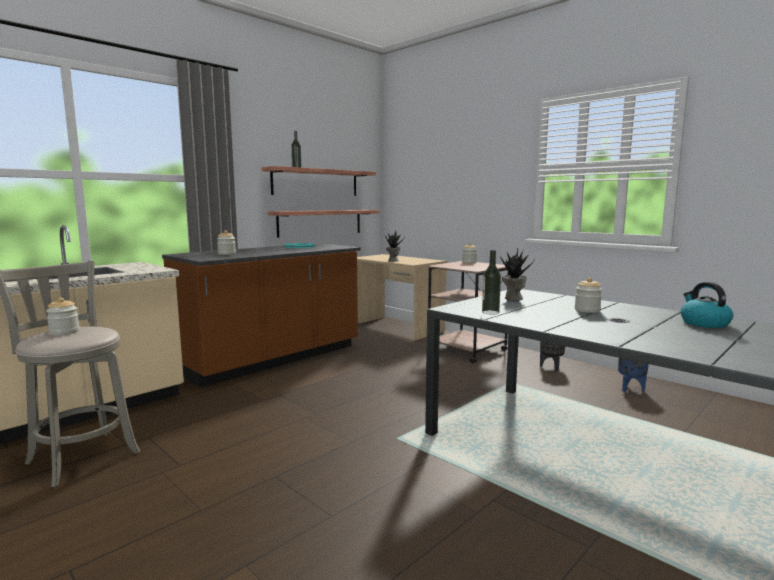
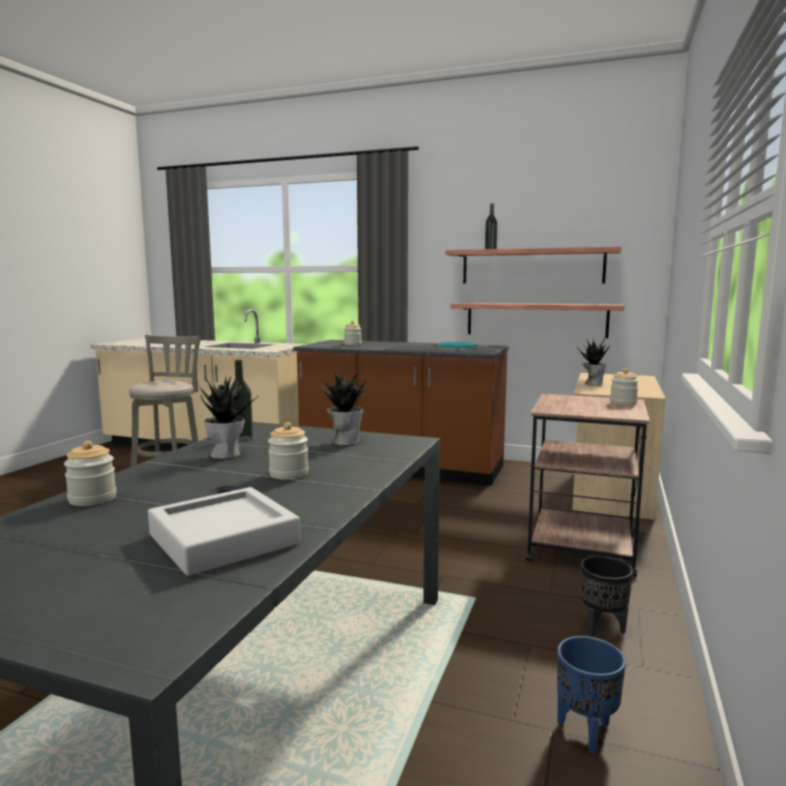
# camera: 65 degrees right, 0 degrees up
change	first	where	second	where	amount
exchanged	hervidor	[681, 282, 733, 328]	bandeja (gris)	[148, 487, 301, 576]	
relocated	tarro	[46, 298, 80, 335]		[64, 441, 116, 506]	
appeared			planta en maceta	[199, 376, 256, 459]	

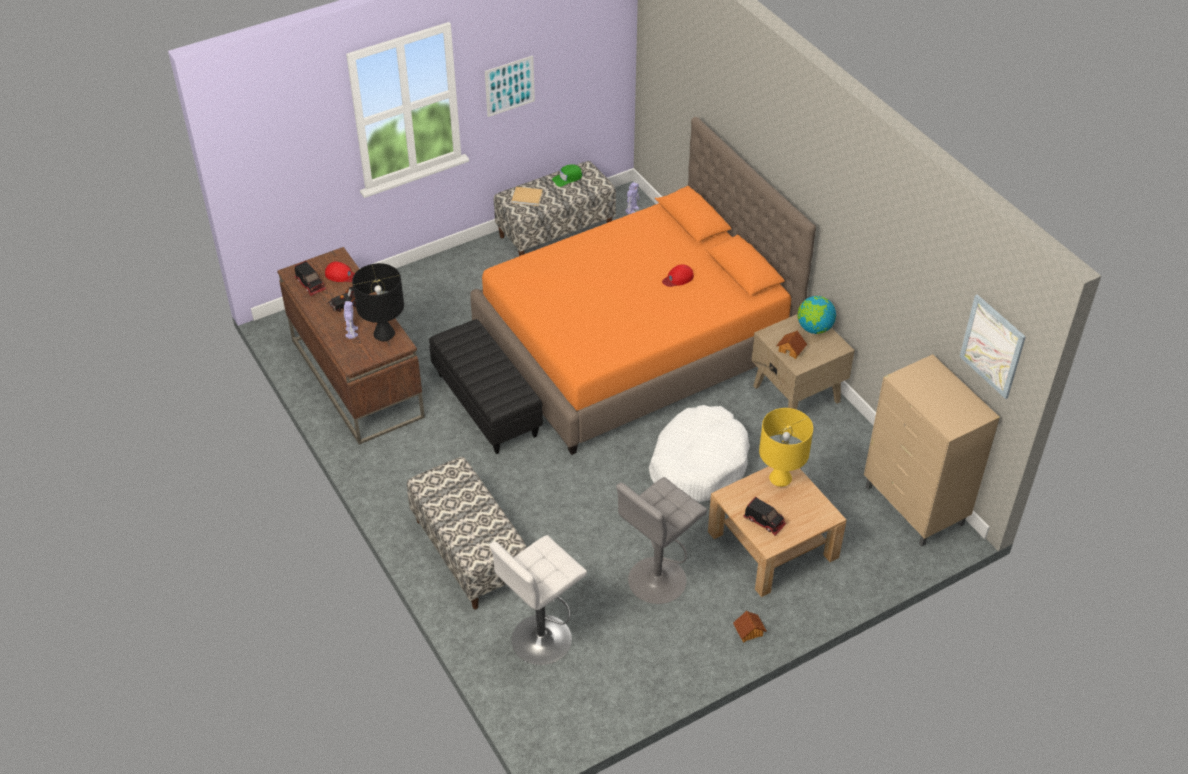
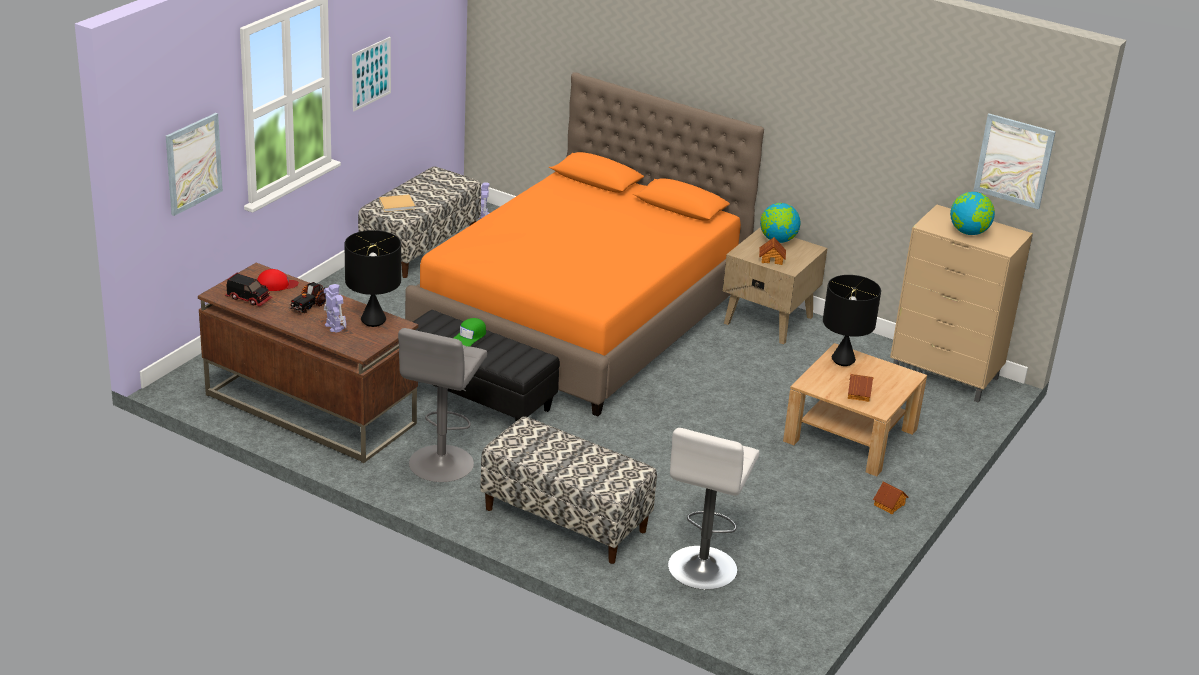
# camera: 30 degrees left, 15 degrees down
change	first	where	second	where	amount
relocated	gorra (verde)	[552, 164, 582, 187]		[454, 318, 486, 347]	
missing	gorra (rojo)	[662, 264, 694, 287]			
missing	cama para perro (blanco)	[649, 405, 750, 502]			
colour	lámpara de mesa (amarillo)	[759, 408, 813, 487]	lámpara de mesa (negro)	[823, 275, 881, 366]	
relocated	taburete (gris)	[616, 477, 707, 604]		[398, 328, 487, 482]	
exchanged	camión de juguete	[743, 497, 787, 536]	casita	[848, 374, 874, 402]	
appeared			cuadro	[166, 113, 223, 216]	
appeared			globo terráqueo	[950, 192, 995, 235]	

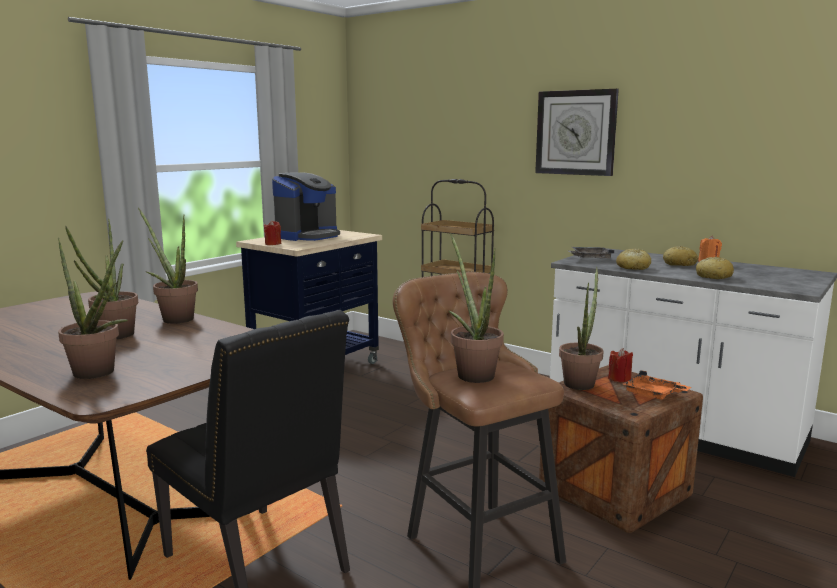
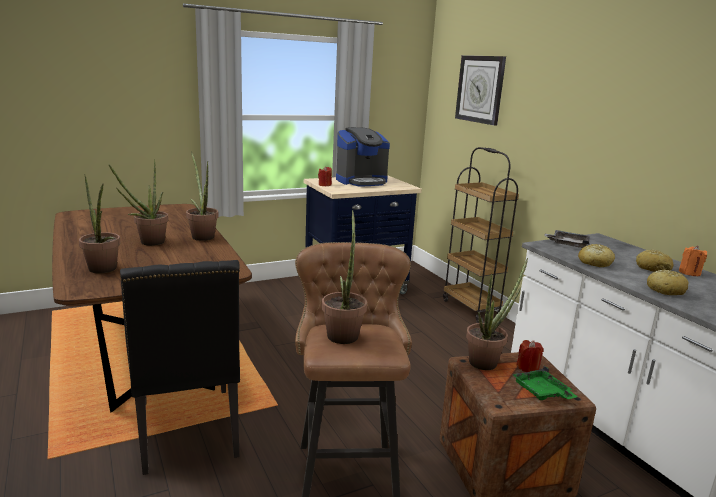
# camera: 25 degrees right, 5 degrees up
change	first	where	second	where	amount
relocated	reloj de pared	[535, 89, 619, 176]		[455, 55, 506, 126]	
colour	bandeja (naranja)	[623, 370, 691, 400]	bandeja (verde)	[512, 366, 578, 400]	

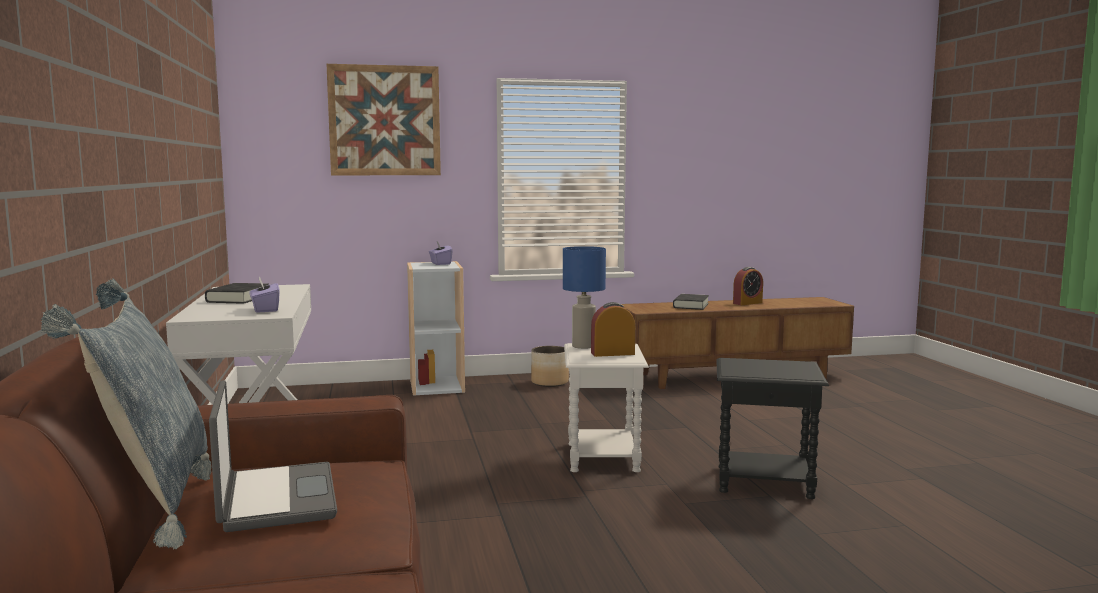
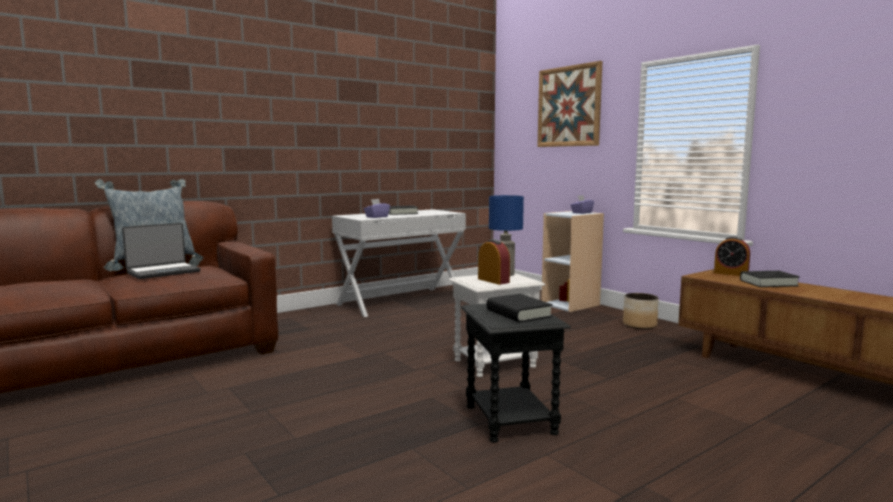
# camera: 65 degrees right, 0 degrees up
change	first	where	second	where	amount
relocated	despertador	[733, 267, 763, 305]		[714, 236, 750, 276]	
appeared			libro (negro)	[487, 294, 553, 322]	

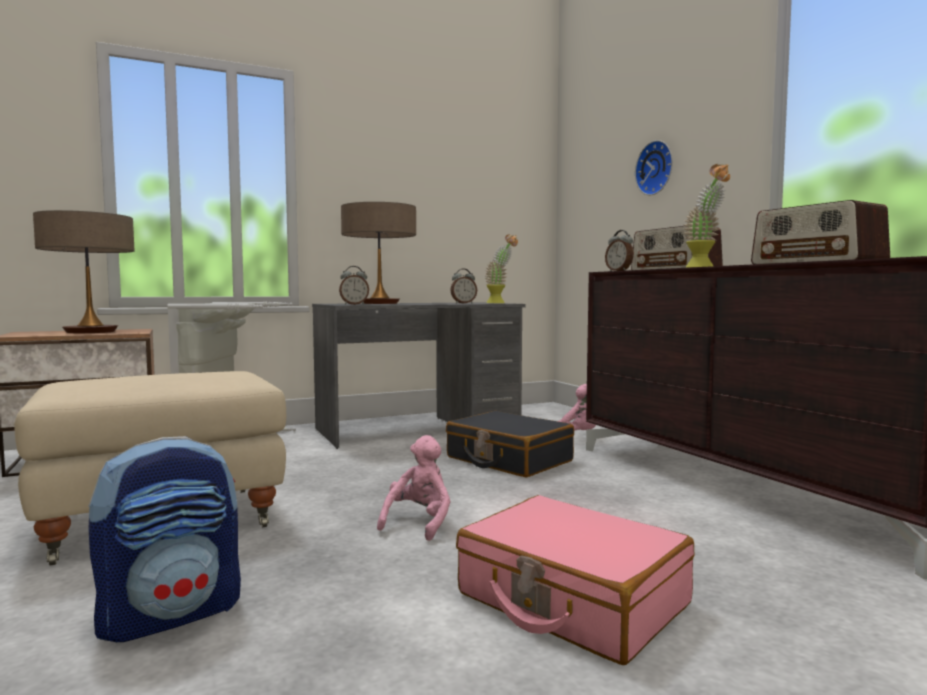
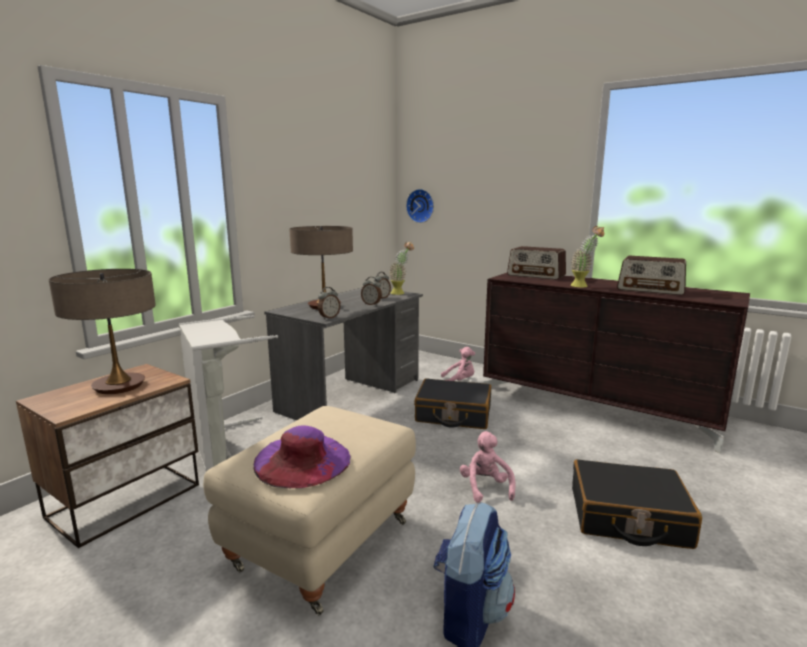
# camera: 30 degrees left, 10 degrees up
change	first	where	second	where	amount
relocated	reloj de pared	[635, 140, 673, 195]		[406, 189, 434, 223]	
relocated	despertador	[605, 230, 634, 271]		[361, 277, 382, 306]	
colour	maleta (rosa)	[456, 495, 694, 665]	maleta (negro)	[572, 459, 702, 549]	
appeared			sombrero (morado)	[253, 426, 351, 488]	

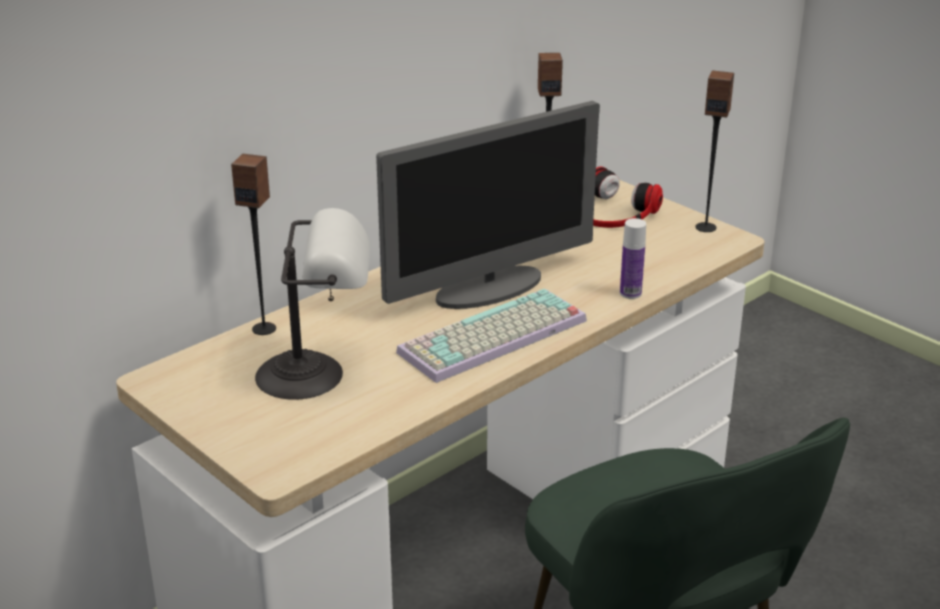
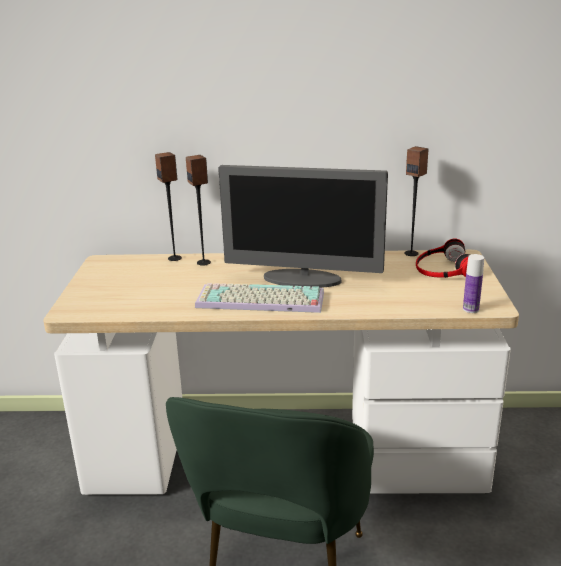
# camera: 45 degrees right, 5 degrees down
change	first	where	second	where	amount
relocated	altavoz	[695, 70, 734, 232]		[186, 155, 211, 266]	
missing	lámpara de mesa	[255, 208, 370, 400]			
relocated	botella	[620, 218, 646, 299]		[463, 254, 484, 313]	

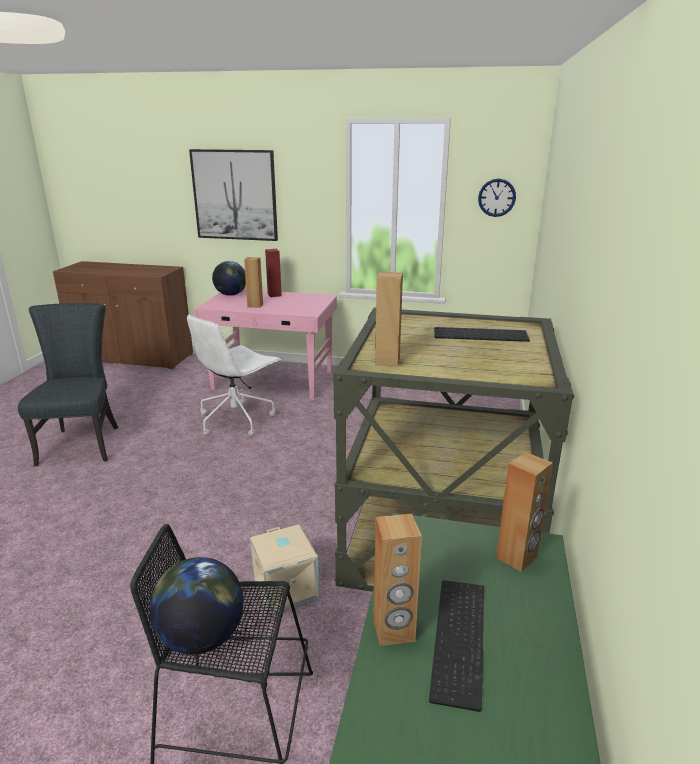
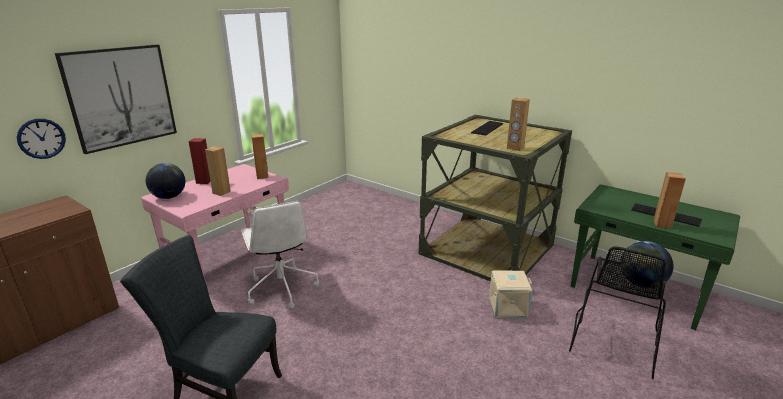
# camera: 65 degrees left, 0 degrees up
change	first	where	second	where	amount
relocated	reloj de pared	[478, 179, 516, 217]		[17, 118, 66, 159]	
relocated	altavoz (marrón)	[496, 452, 553, 572]		[251, 134, 268, 179]	

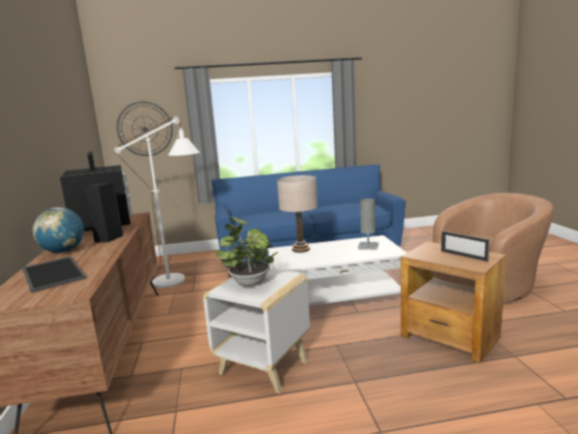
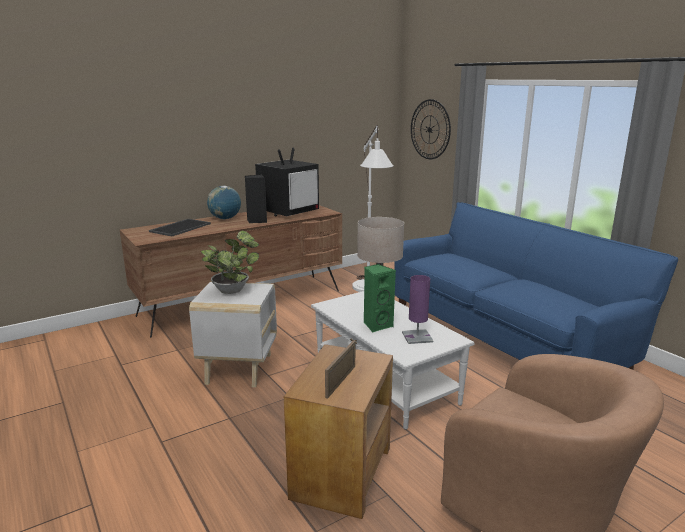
# camera: 65 degrees right, 5 degrees up
change	first	where	second	where	amount
colour	lámpara de mesa (gris)	[358, 198, 379, 250]	lámpara de mesa (morado)	[402, 275, 433, 344]	
appeared			altavoz (verde)	[364, 264, 396, 332]	

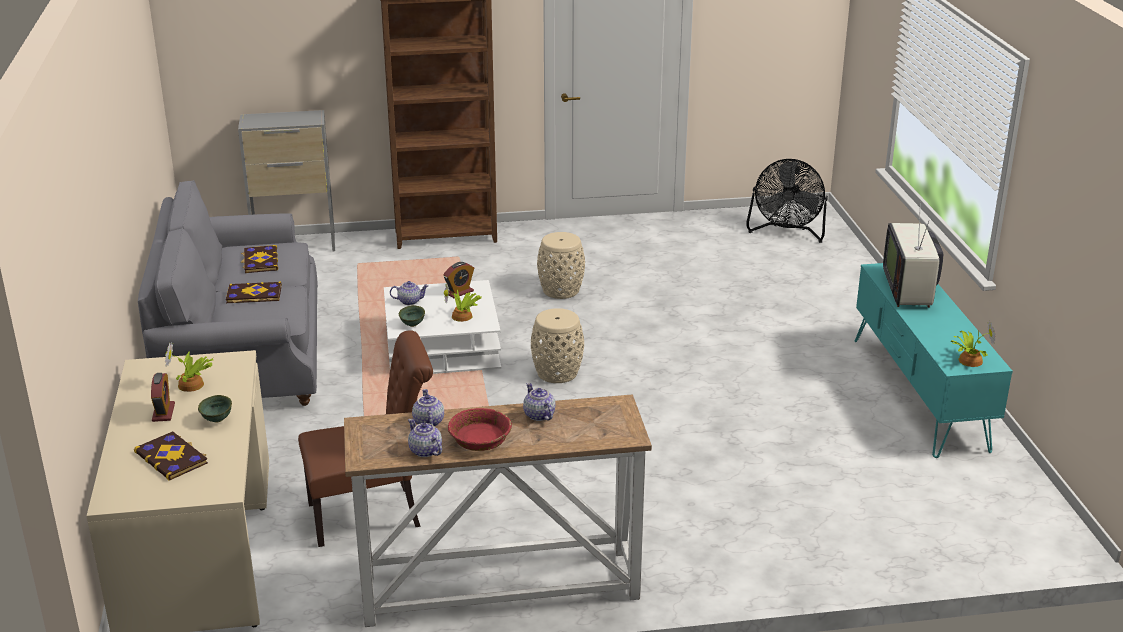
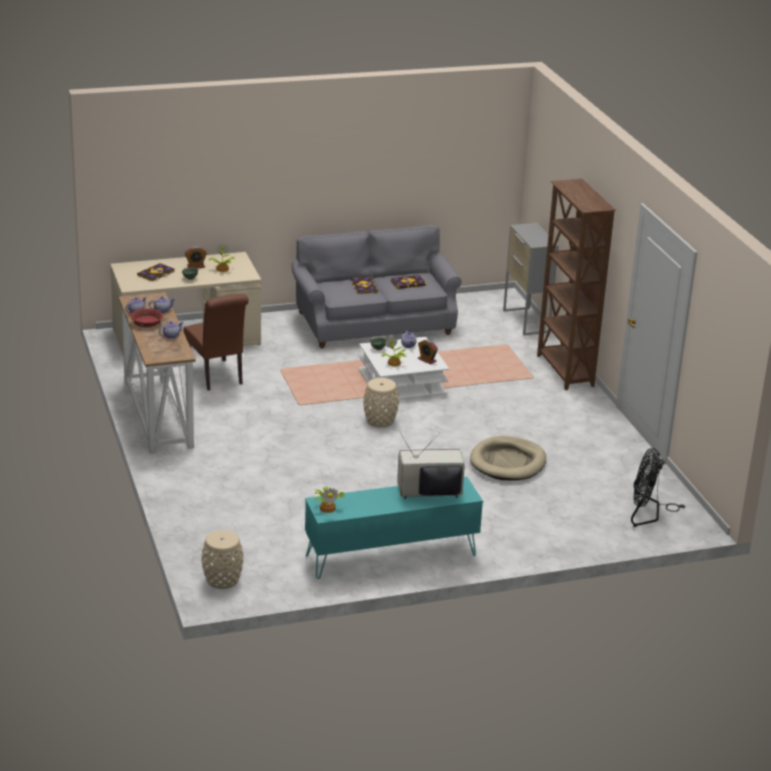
# camera: 80 degrees right, 0 degrees up
change	first	where	second	where	amount
relocated	taburete (beis)	[537, 232, 585, 299]		[201, 530, 243, 589]	
appeared			cama para perro (beis)	[470, 436, 546, 480]	

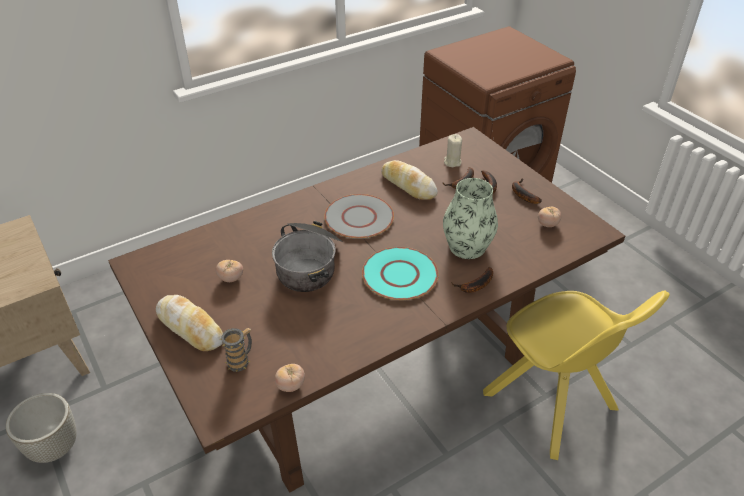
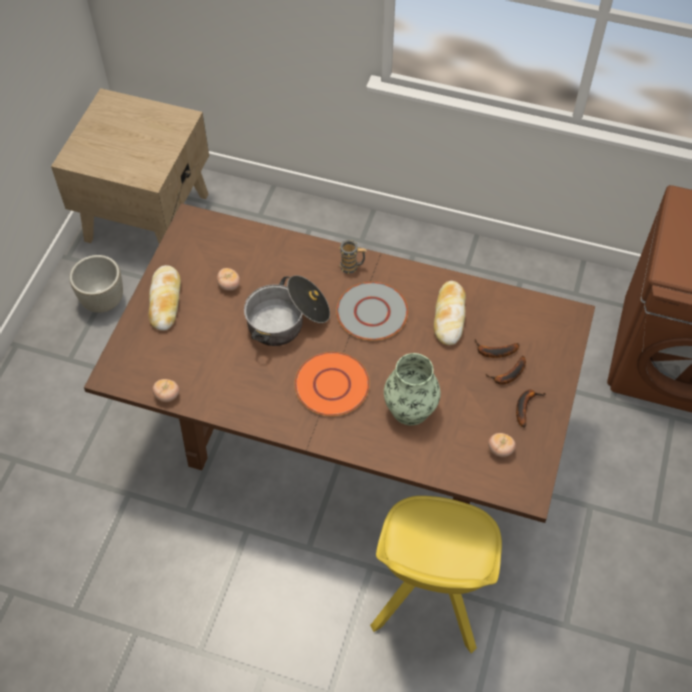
# camera: 50 degrees right, 15 degrees up
change	first	where	second	where	amount
missing	vela (beis)	[444, 134, 462, 167]			
colour	plato (turquesa)	[362, 247, 438, 300]	plato (naranja)	[295, 352, 370, 416]	
missing	plátano	[451, 267, 493, 293]			
relocated	taza grande	[220, 328, 252, 372]		[339, 240, 367, 274]	

